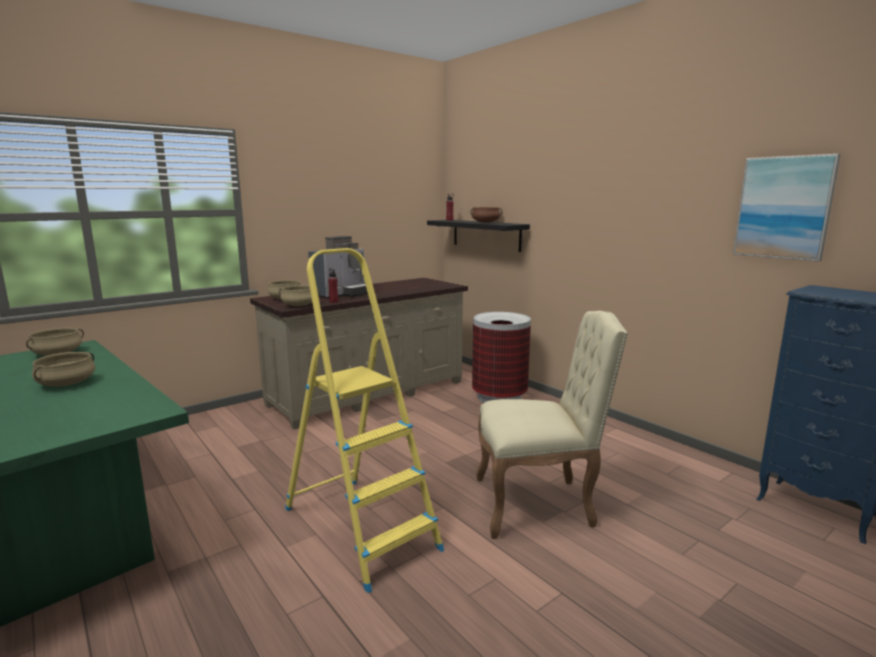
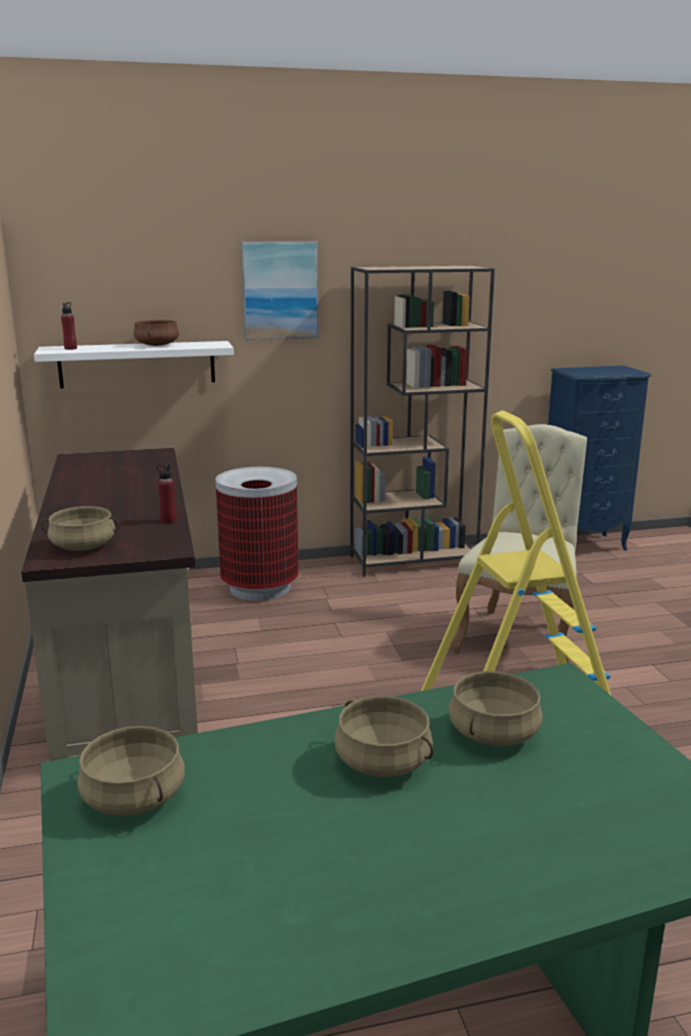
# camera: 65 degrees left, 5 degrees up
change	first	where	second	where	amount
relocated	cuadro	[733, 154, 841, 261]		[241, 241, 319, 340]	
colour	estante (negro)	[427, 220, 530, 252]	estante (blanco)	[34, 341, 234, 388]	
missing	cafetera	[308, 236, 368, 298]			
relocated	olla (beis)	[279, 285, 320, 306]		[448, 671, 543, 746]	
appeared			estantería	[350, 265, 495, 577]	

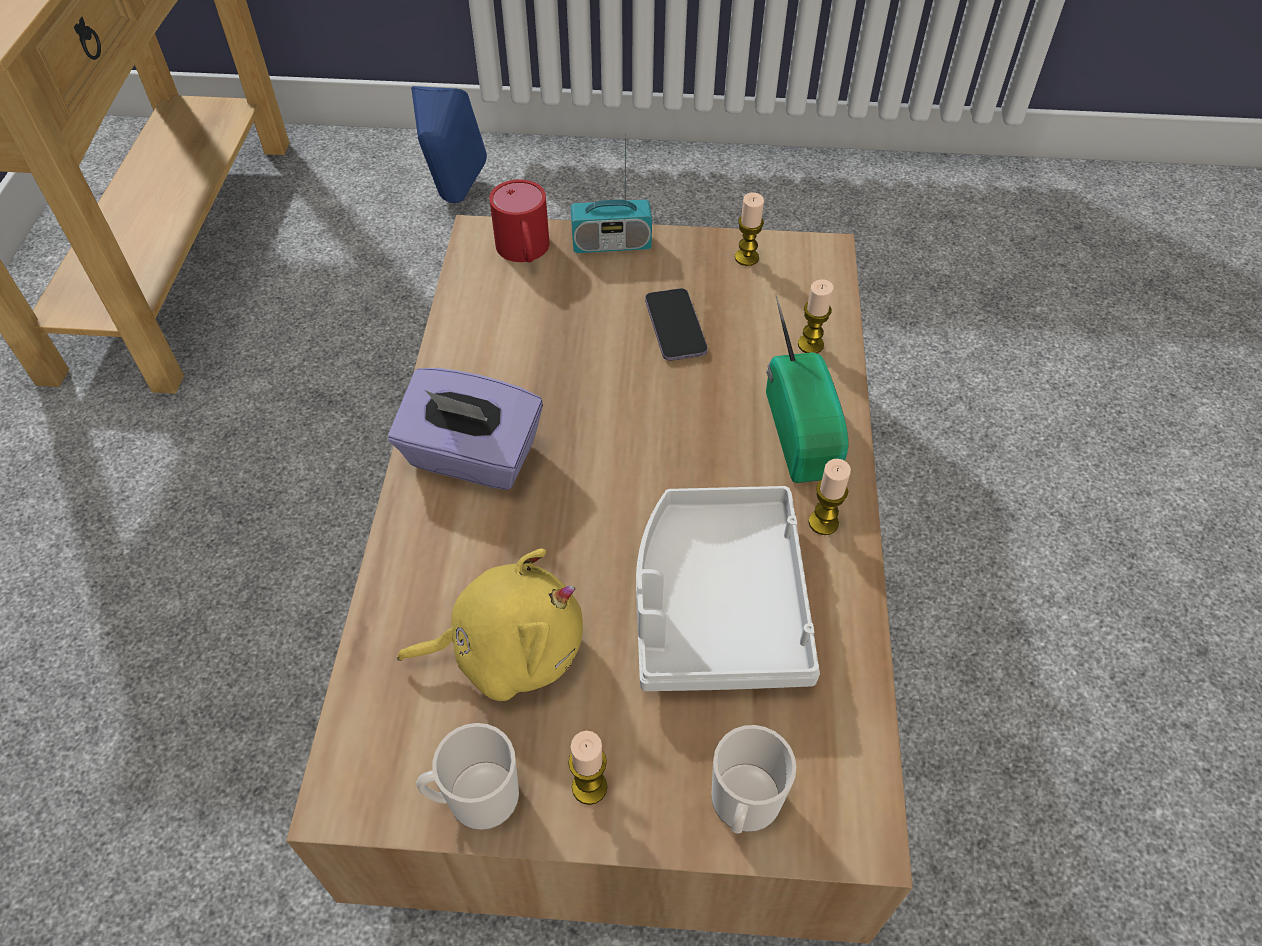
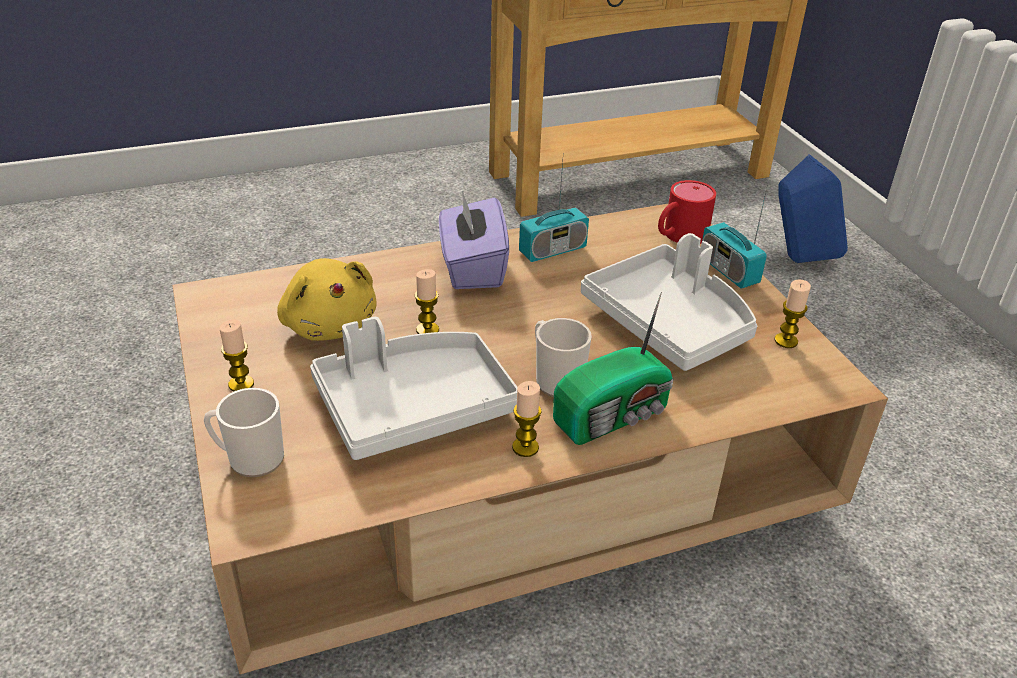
# camera: 65 degrees right, 15 degrees down
change	first	where	second	where	amount
relocated	vela	[798, 279, 834, 353]		[414, 269, 439, 334]	
exchanged	móvil	[645, 288, 708, 361]	bandeja (blanco)	[581, 233, 757, 371]	
relocated	taza grande	[416, 723, 519, 830]		[535, 318, 592, 397]	
appeared			radio	[519, 161, 589, 262]	

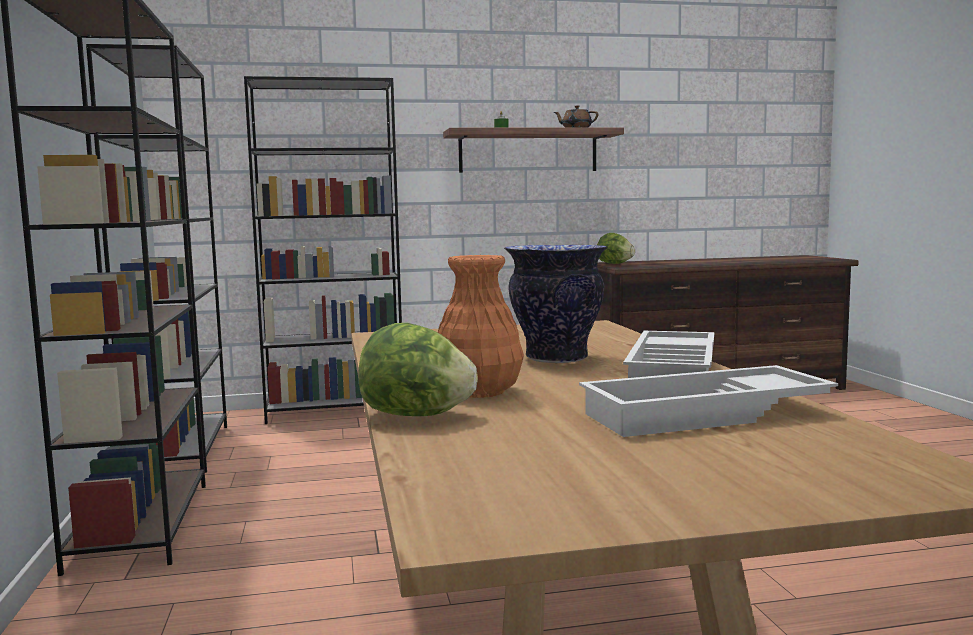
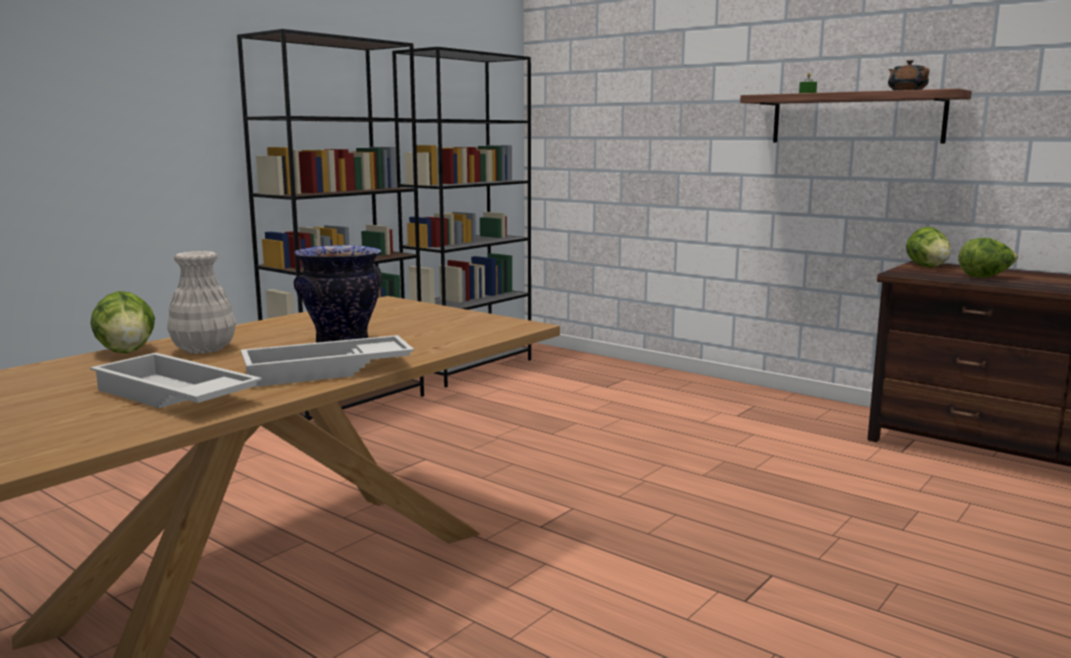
# camera: 50 degrees right, 5 degrees up
change	first	where	second	where	amount
missing	estantería (gris)	[244, 76, 402, 424]			
colour	florero (naranja)	[438, 255, 524, 398]	florero (blanco)	[167, 251, 236, 354]	
appeared			lechuga	[959, 238, 1018, 278]	

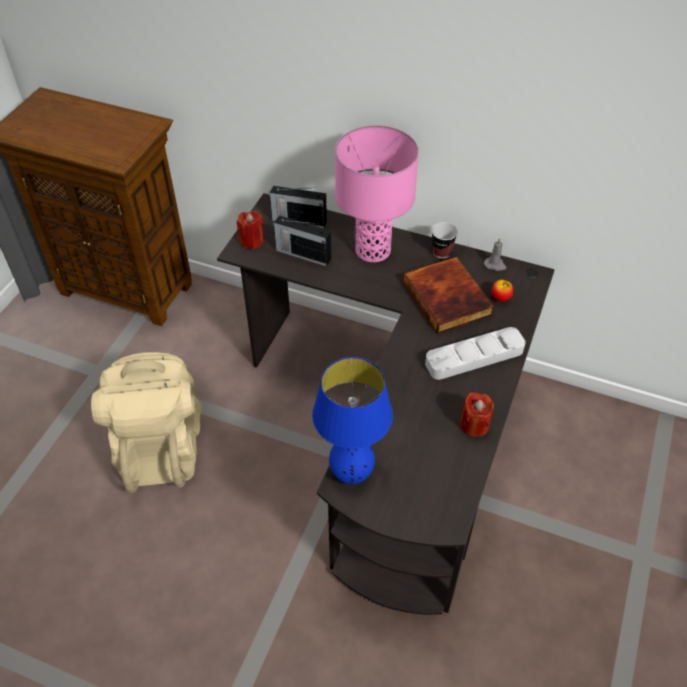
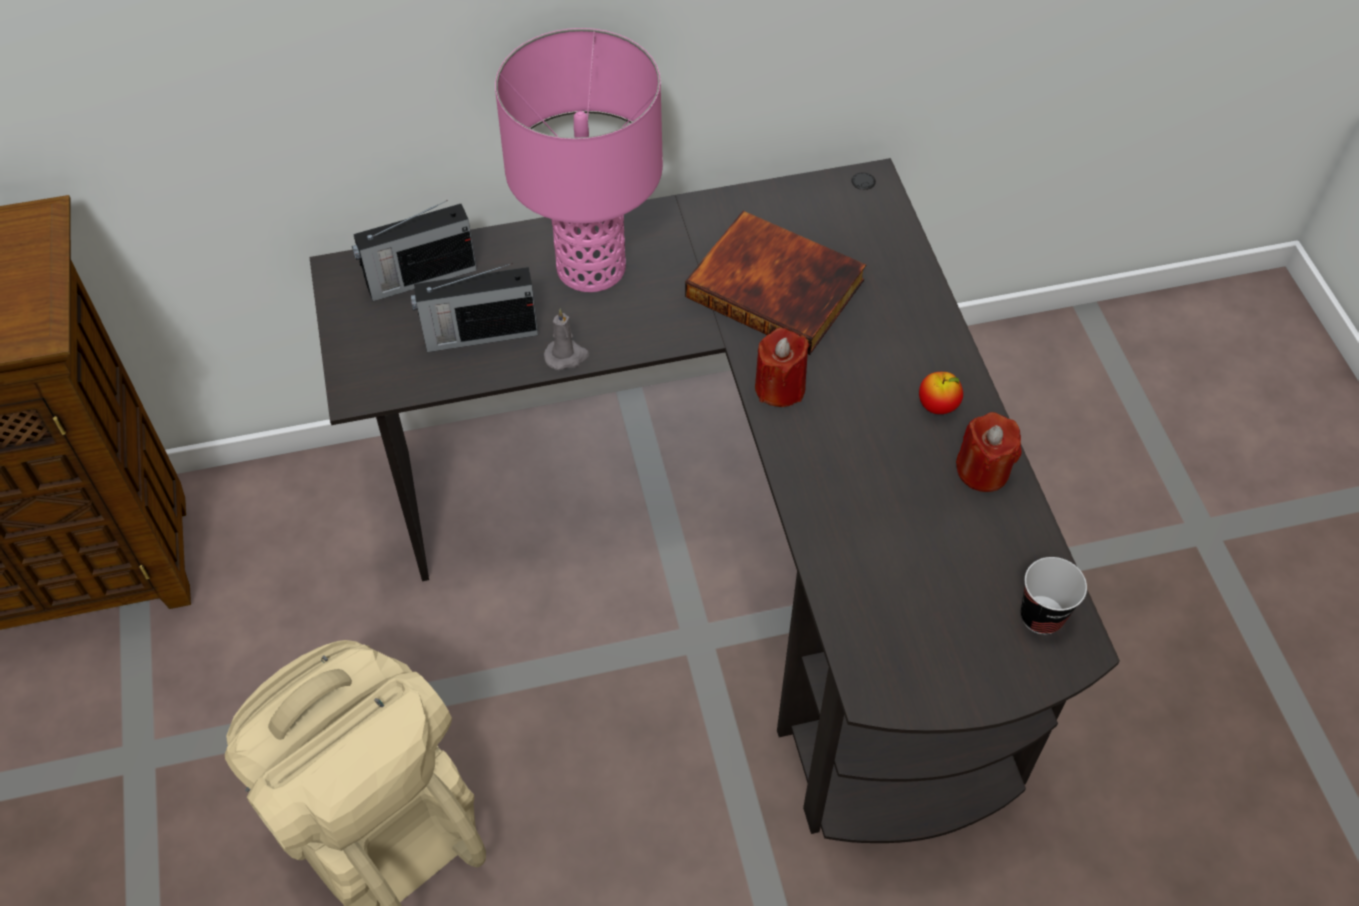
# camera: 35 degrees left, 5 degrees up
change	first	where	second	where	amount
relocated	vela (rojo)	[237, 211, 264, 249]		[755, 328, 810, 407]	
relocated	taza	[431, 222, 458, 259]		[1021, 557, 1087, 635]	
relocated	vela (gris)	[484, 238, 506, 271]		[544, 308, 589, 370]	
relocated	manzana	[491, 279, 513, 302]		[919, 372, 963, 414]	
missing	bandeja (gris)	[425, 327, 526, 380]			
missing	lámpara de mesa (azul)	[312, 357, 393, 484]			

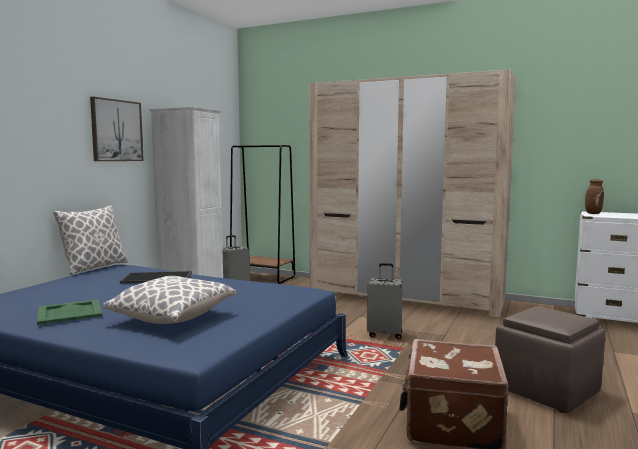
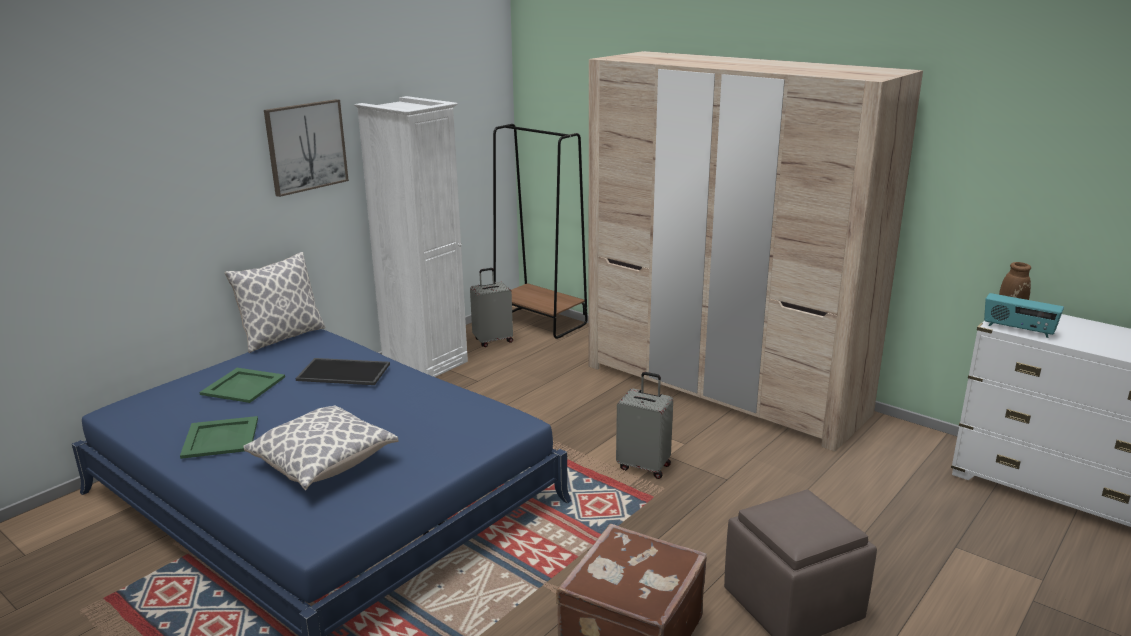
# camera: 15 degrees right, 15 degrees up
change	first	where	second	where	amount
appeared			radio	[984, 293, 1064, 338]	
appeared			bandeja (verde)	[200, 368, 285, 403]	

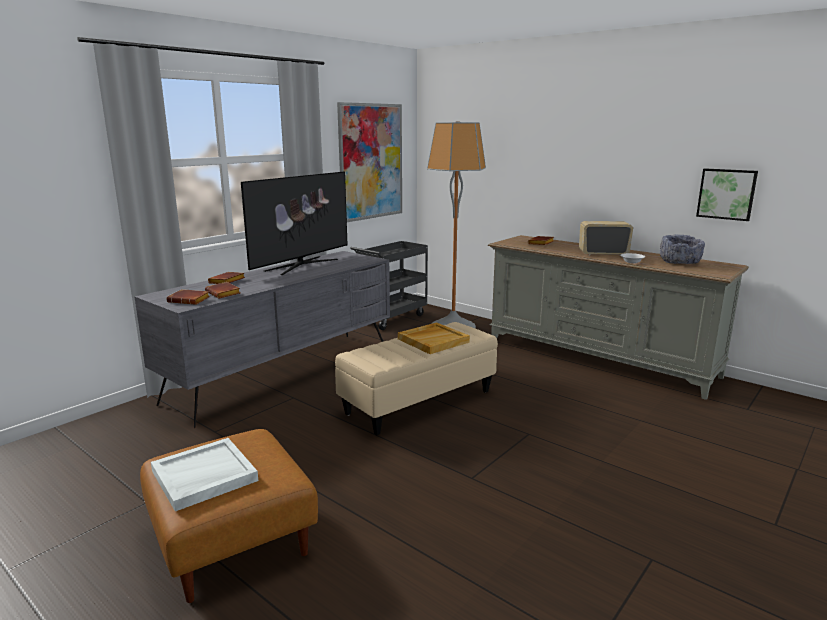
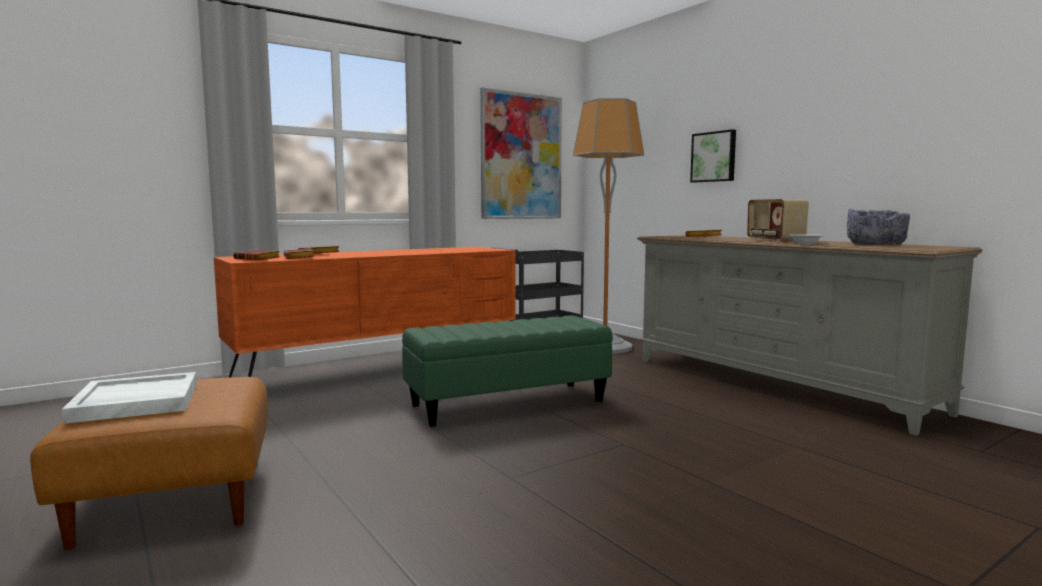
# camera: 15 degrees right, 10 degrees down
change	first	where	second	where	amount
relocated	cuadro	[696, 168, 758, 221]		[690, 129, 736, 182]	
missing	televisor	[241, 171, 348, 275]			
spun	radio	[579, 221, 633, 256]		[747, 199, 809, 242]	120 degrees counterclockwise
colour	mueble de televisión (gris)	[134, 251, 390, 428]	mueble de televisión (naranja)	[214, 247, 516, 378]	
colour	puf (beis)	[335, 322, 498, 435]	puf (verde)	[402, 315, 613, 427]	
missing	bandeja (beis)	[398, 322, 470, 354]			

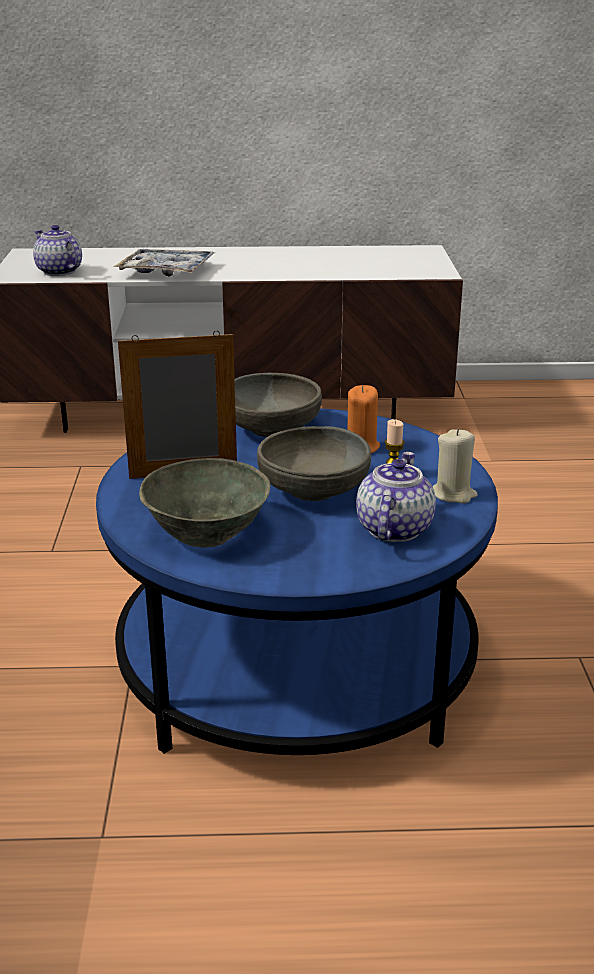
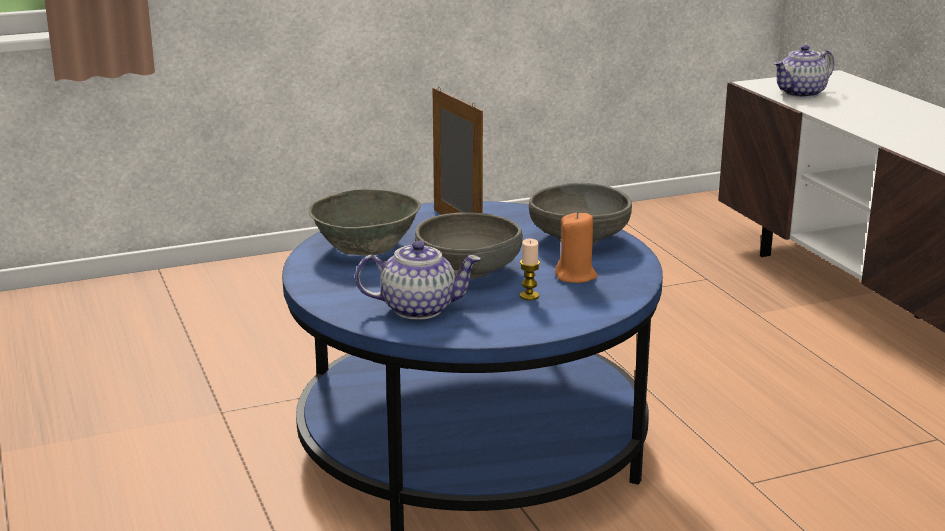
# camera: 70 degrees right, 5 degrees down
change	first	where	second	where	amount
spun	tetera	[33, 225, 82, 276]		[773, 45, 834, 98]	150 degrees counterclockwise
missing	bandeja	[114, 249, 215, 276]			
missing	vela (beis)	[433, 429, 478, 504]			

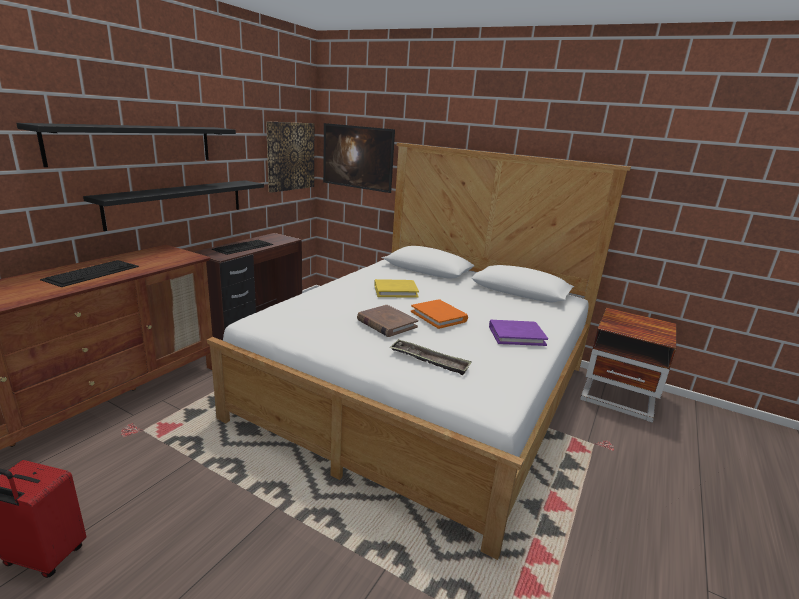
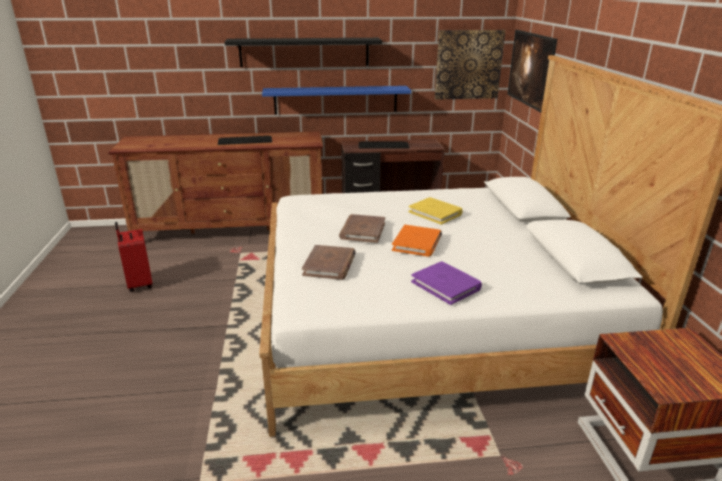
# camera: 55 degrees right, 5 degrees up
change	first	where	second	where	amount
colour	estante (negro)	[83, 180, 264, 231]	estante (azul)	[262, 86, 411, 114]	
exchanged	bandeja	[390, 339, 472, 375]	libro (marrón)	[302, 245, 356, 280]	

